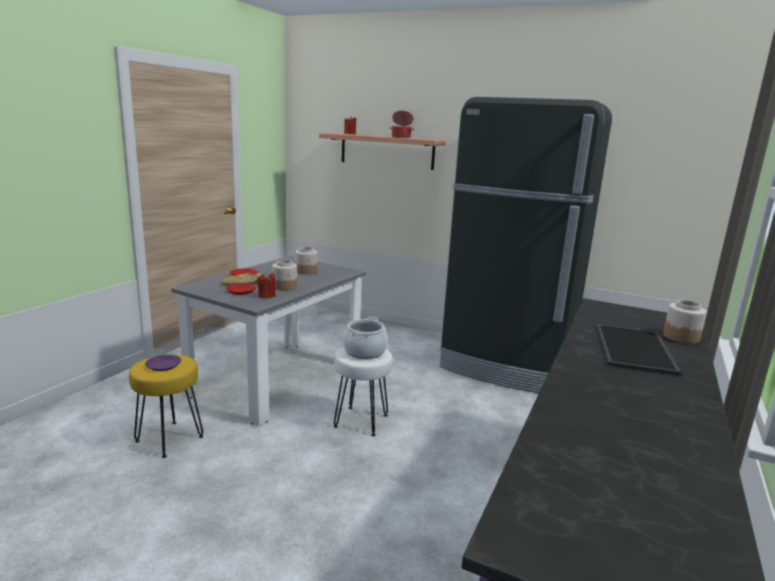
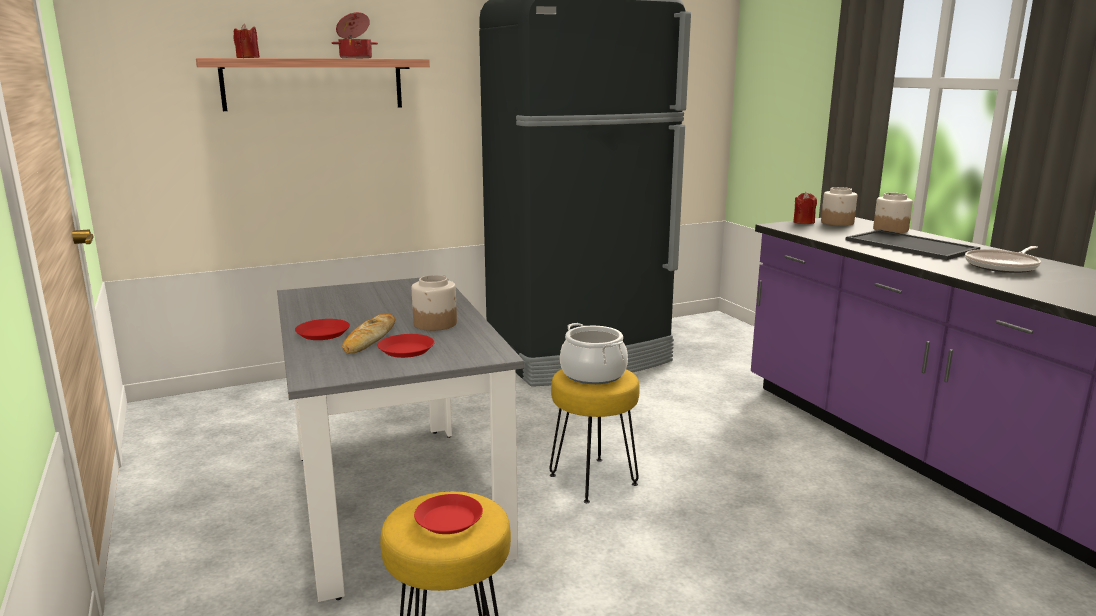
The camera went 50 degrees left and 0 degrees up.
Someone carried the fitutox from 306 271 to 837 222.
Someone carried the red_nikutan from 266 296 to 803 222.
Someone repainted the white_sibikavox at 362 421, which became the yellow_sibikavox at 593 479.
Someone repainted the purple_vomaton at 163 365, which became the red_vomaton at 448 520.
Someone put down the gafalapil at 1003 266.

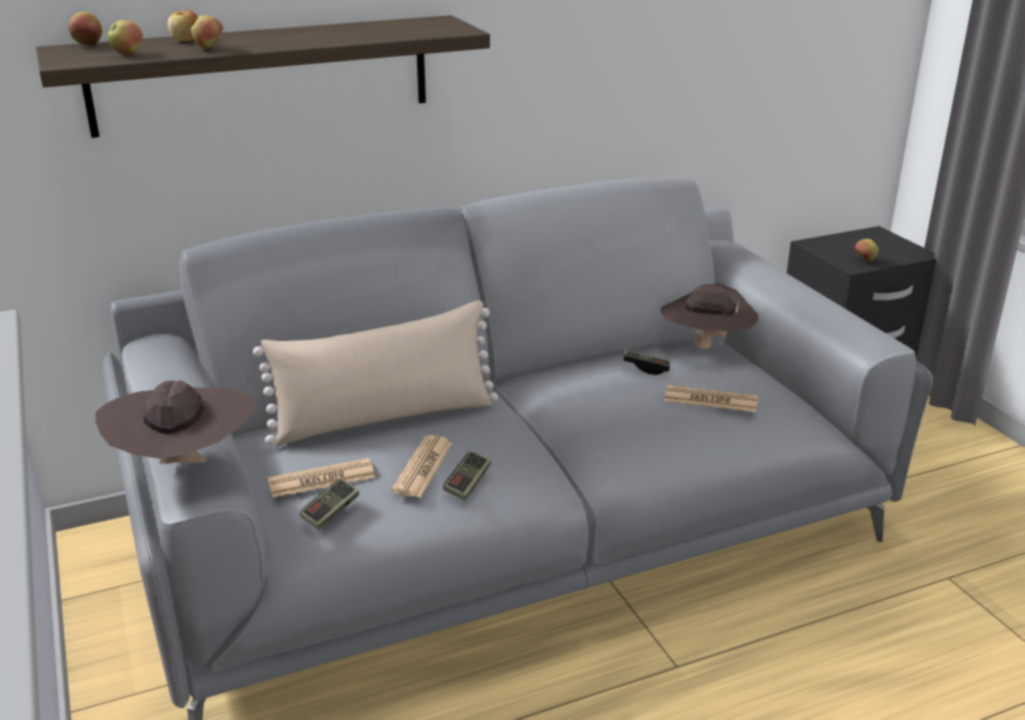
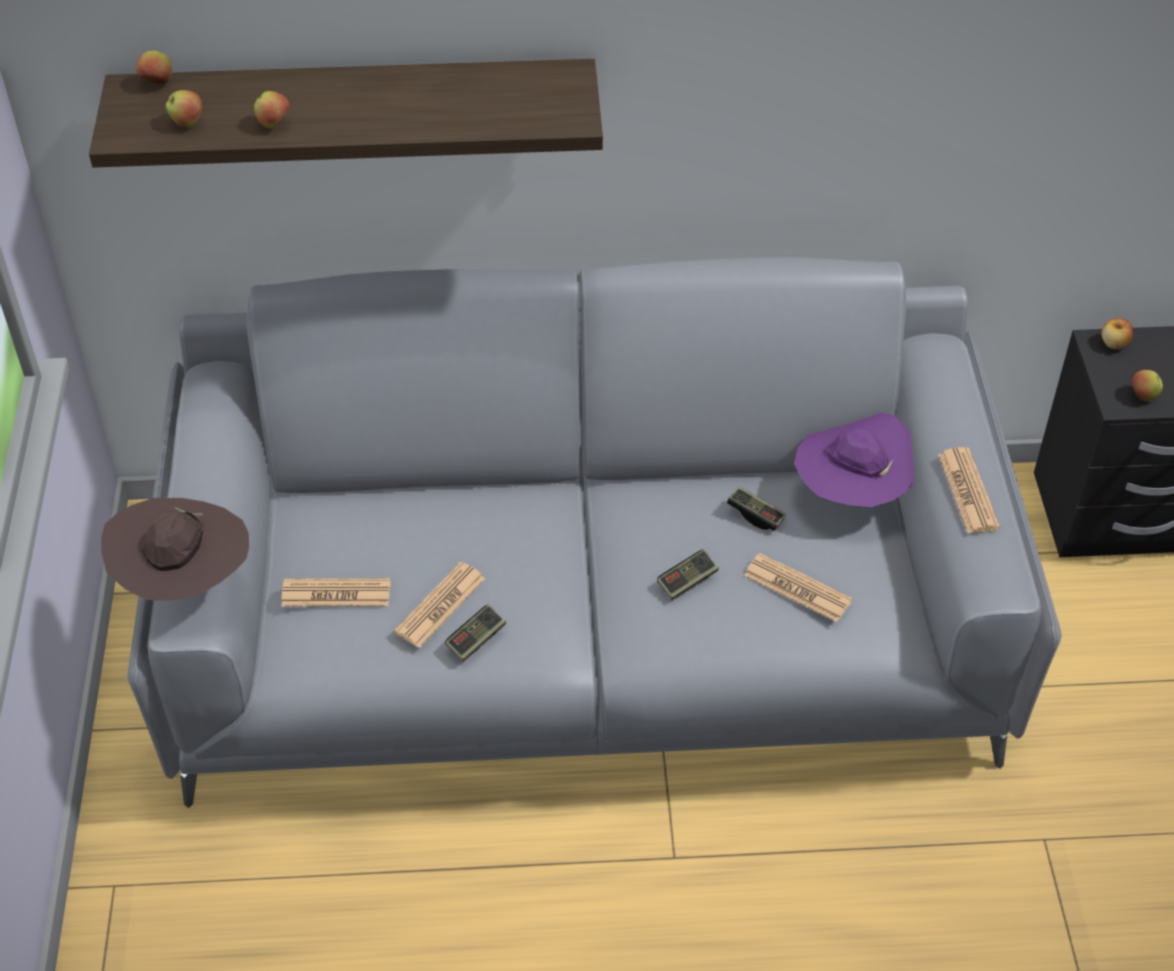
The camera went 20 degrees right and 20 degrees up.
Someone carried the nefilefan from 186 40 to 1114 344.
Someone repainted the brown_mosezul at 705 347, which became the purple_mosezul at 851 493.
Someone took away the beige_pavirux at 384 418.
Someone carried the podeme from 331 512 to 687 581.
Someone put down the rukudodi at 968 491.

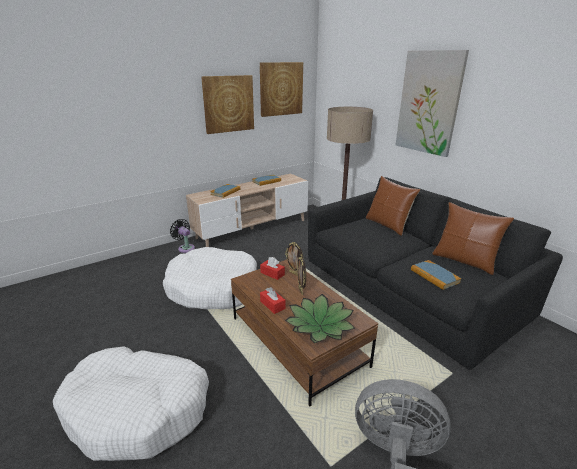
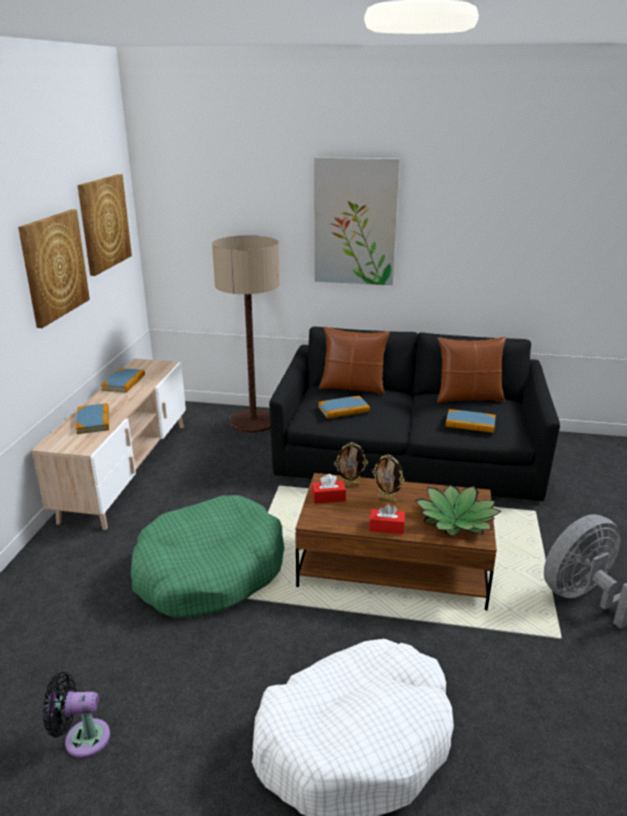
The camera went 45 degrees left and 0 degrees up.
Someone carried the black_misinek from 185 248 to 82 738.
Someone repainted the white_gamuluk at 213 288, which became the green_gamuluk at 209 571.
Someone put down the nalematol at 343 409.

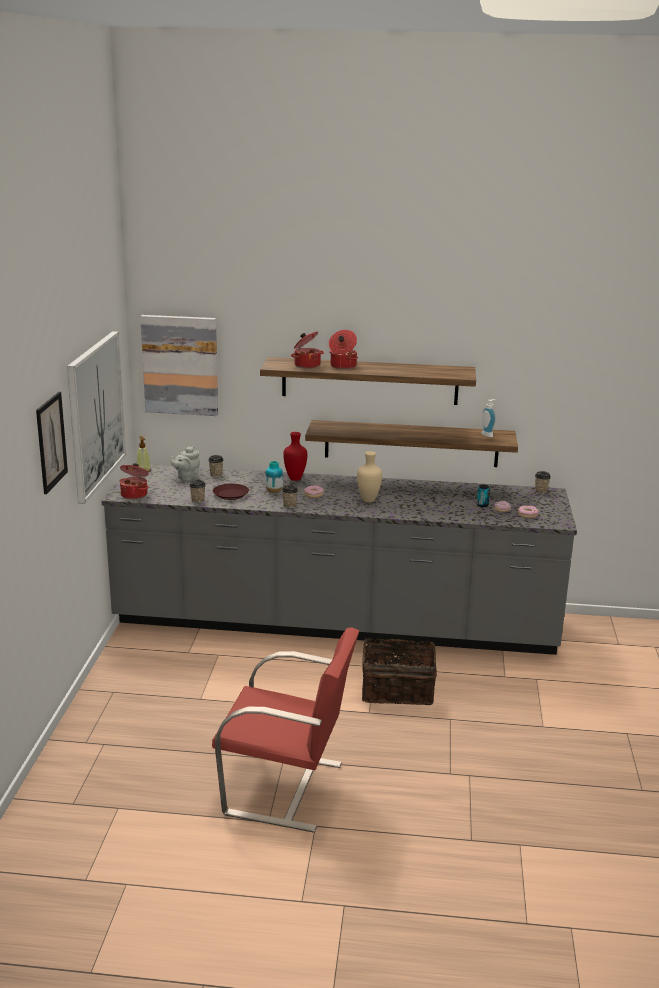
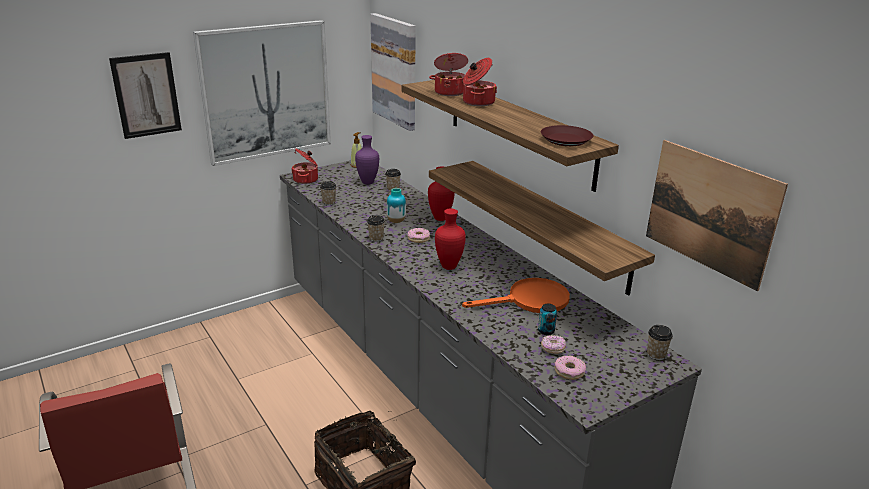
The camera went 50 degrees right and 5 degrees up.
Someone took away the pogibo at 488 435.
Someone swapped the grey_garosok at 186 478 for the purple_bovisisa at 368 182.
Someone repainted the beige_bovisisa at 367 500, which became the red_bovisisa at 448 266.
Someone carried the brown_vomaton from 230 495 to 565 140.
Someone put up the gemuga at 710 212.
Someone put down the orange_gafalapil at 530 301.

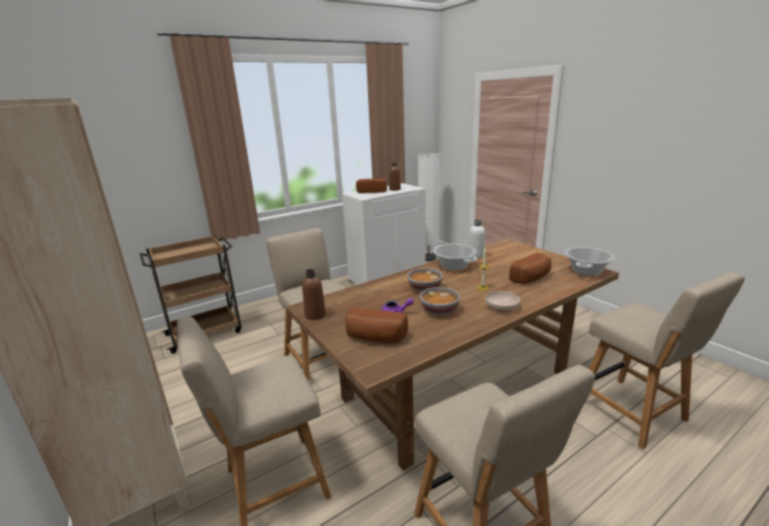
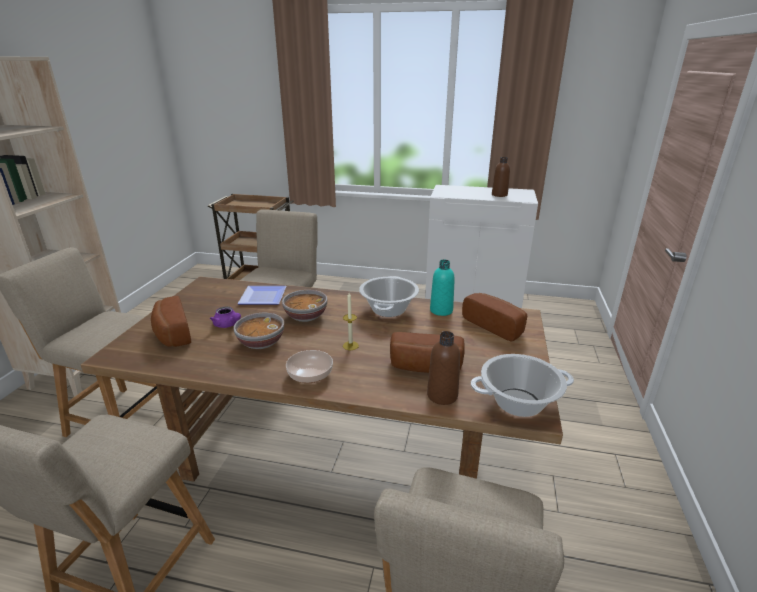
The camera went 45 degrees right and 5 degrees up.
Someone took away the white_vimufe at 428 258.
Someone carried the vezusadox from 372 191 to 495 325.
Someone repainted the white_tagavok at 476 256, which became the turquoise_tagavok at 441 310.
Someone carried the brown_tagavok from 315 315 to 442 395.
Someone put down the vomaton at 265 296.

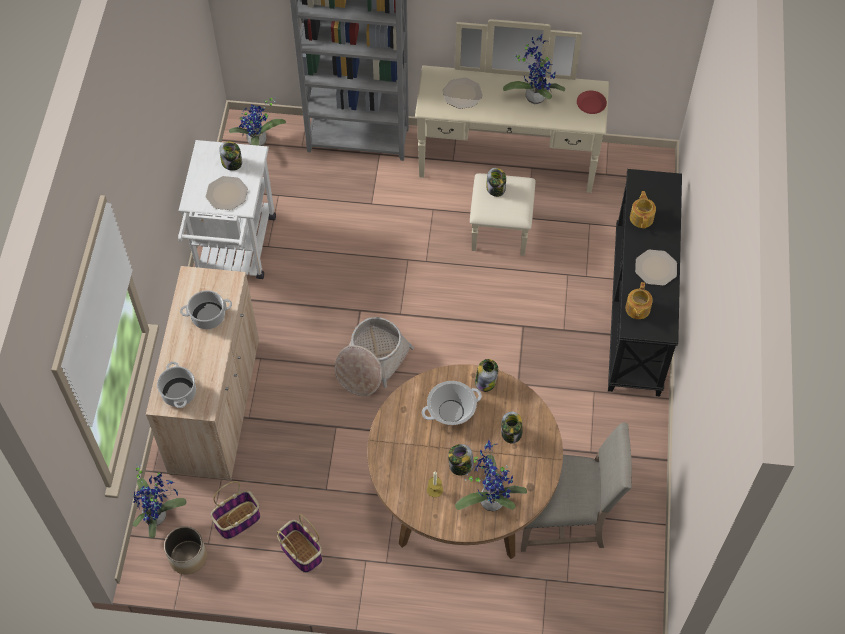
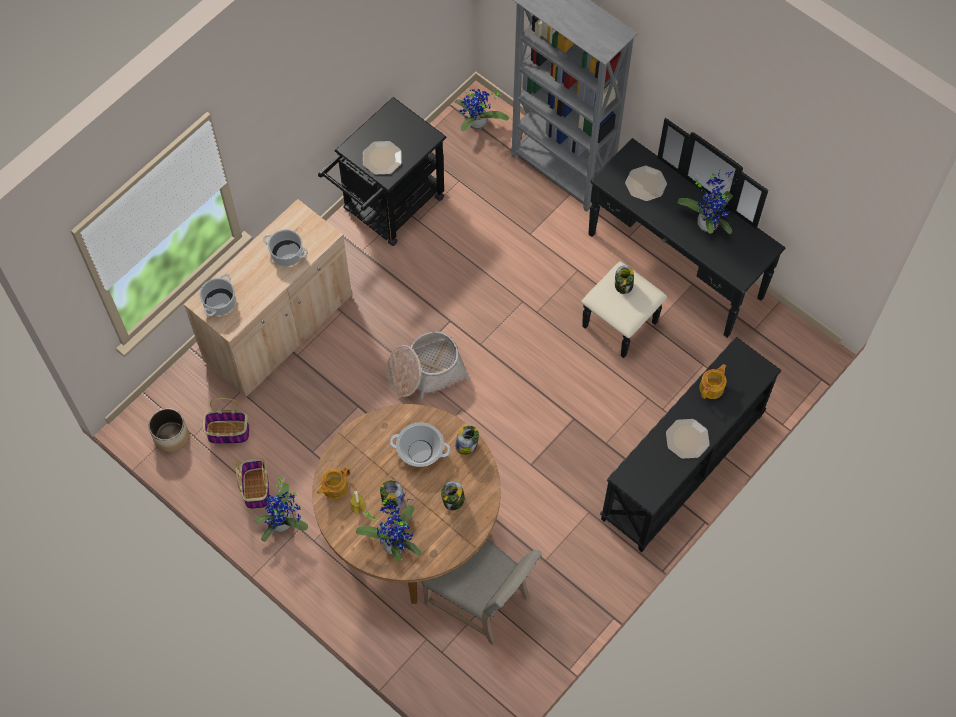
The camera went 35 degrees right and 5 degrees up.
Someone repainted the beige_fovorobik at 506 177, which became the black_fovorobik at 663 279.
Someone took away the red_vomaton at 591 104.
Someone repainted the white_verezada at 234 252, which became the black_verezada at 388 209.
Someone took away the fitutox at 232 163.
Someone carried the garosok from 637 309 to 334 487.
Someone carried the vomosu from 158 515 to 284 523.

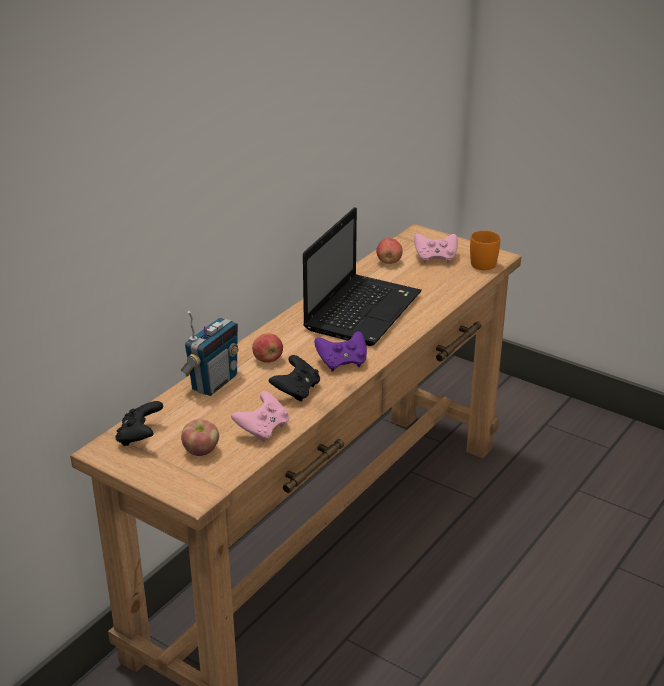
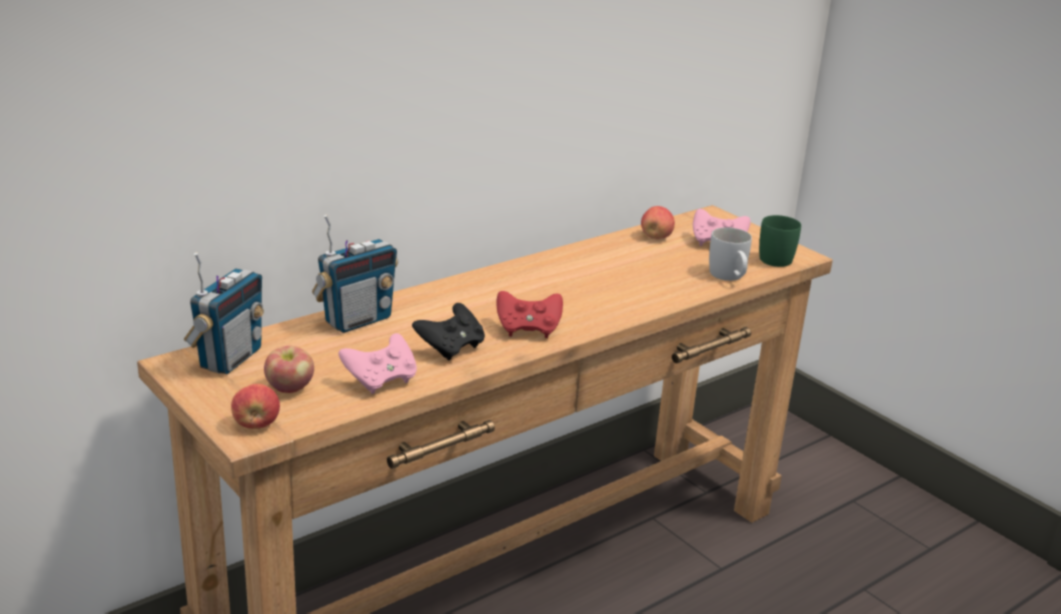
The camera went 15 degrees right and 5 degrees down.
Someone took away the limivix at 363 310.
Someone repainted the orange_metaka at 484 262, which became the green_metaka at 778 258.
Someone repainted the purple_podeme at 342 363, which became the red_podeme at 528 330.
Someone carried the nefilefan from 268 359 to 256 424.
Someone swapped the black_podeme at 140 437 for the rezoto at 230 358.
Someone put down the white_metaka at 729 277.

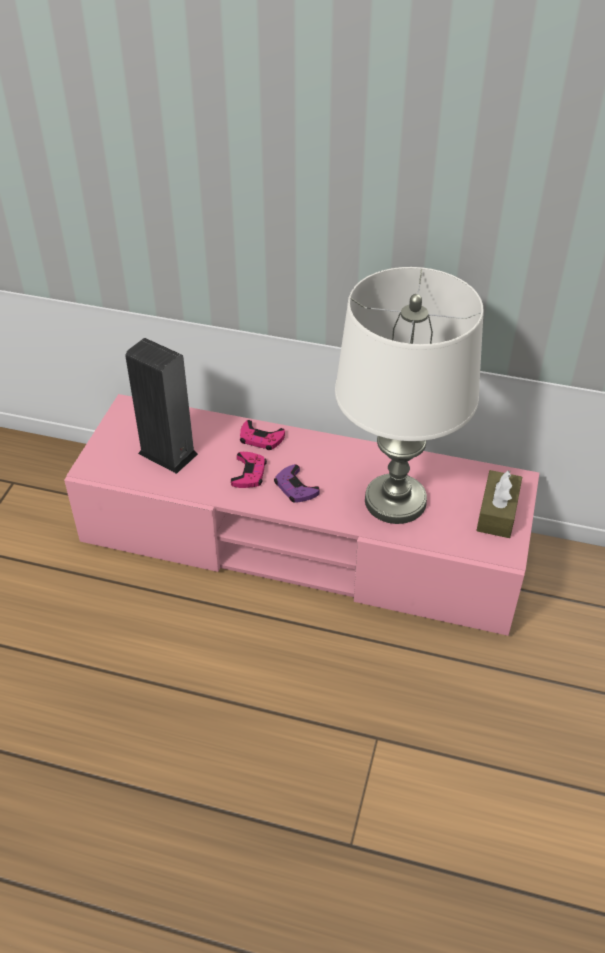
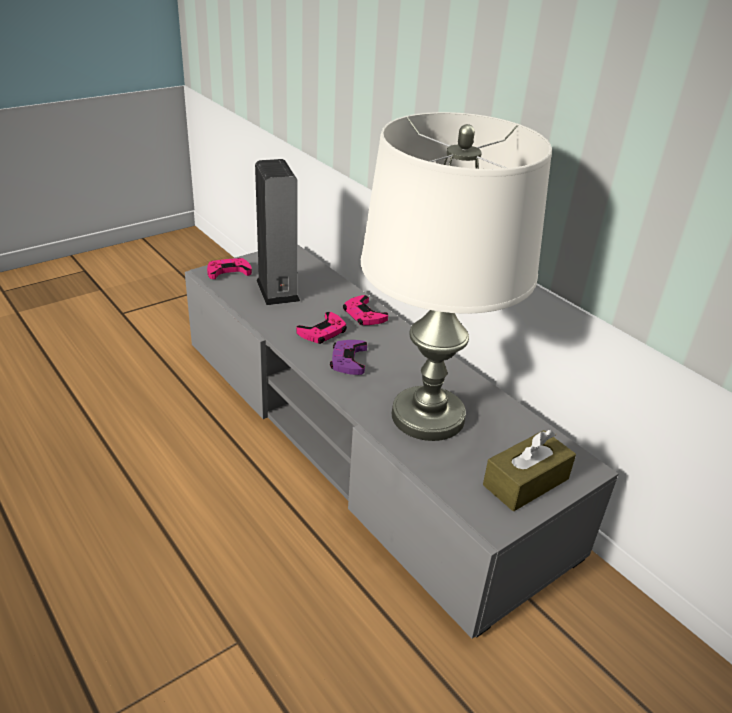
The camera went 35 degrees right and 10 degrees down.
Someone repainted the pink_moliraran at 302 542, which became the grey_moliraran at 360 439.
Someone put down the pink_podeme at 228 271.

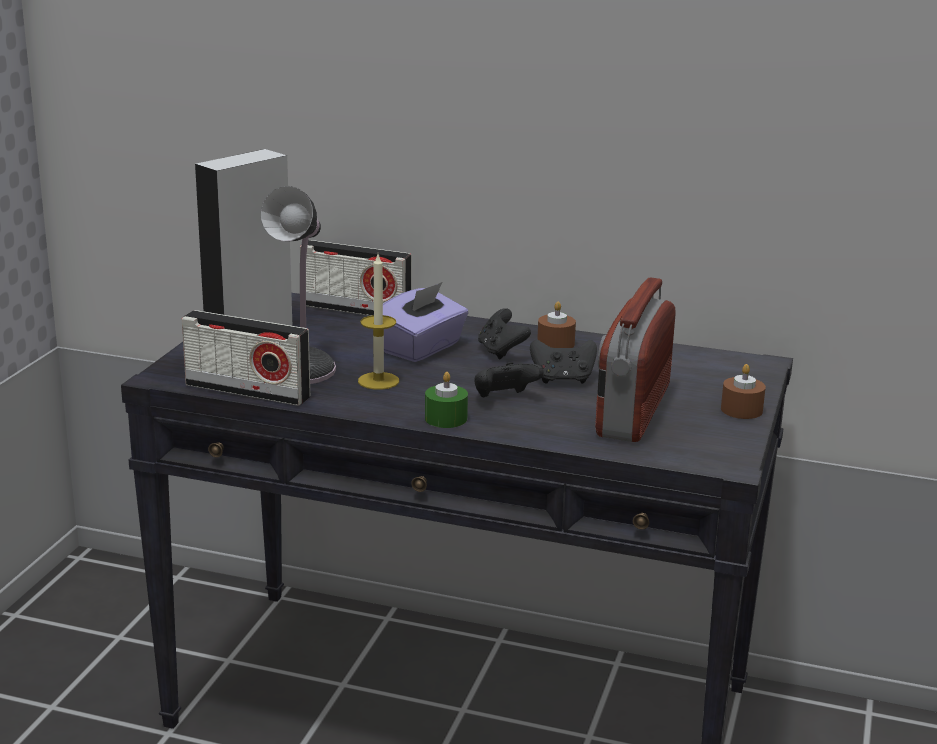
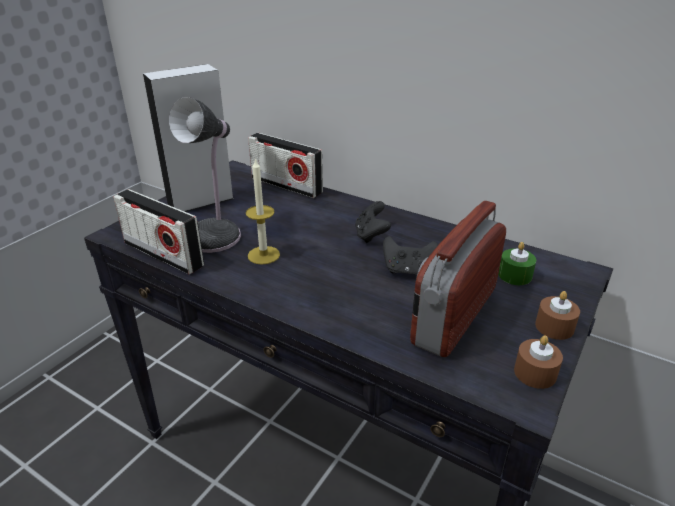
The camera went 15 degrees right and 10 degrees up.
Someone took away the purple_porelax at 422 348.
Someone carried the brown_nikutan from 555 343 to 535 373.
Someone took away the black_podeme at 504 398.
Someone carried the green_nikutan from 446 418 to 515 275.

